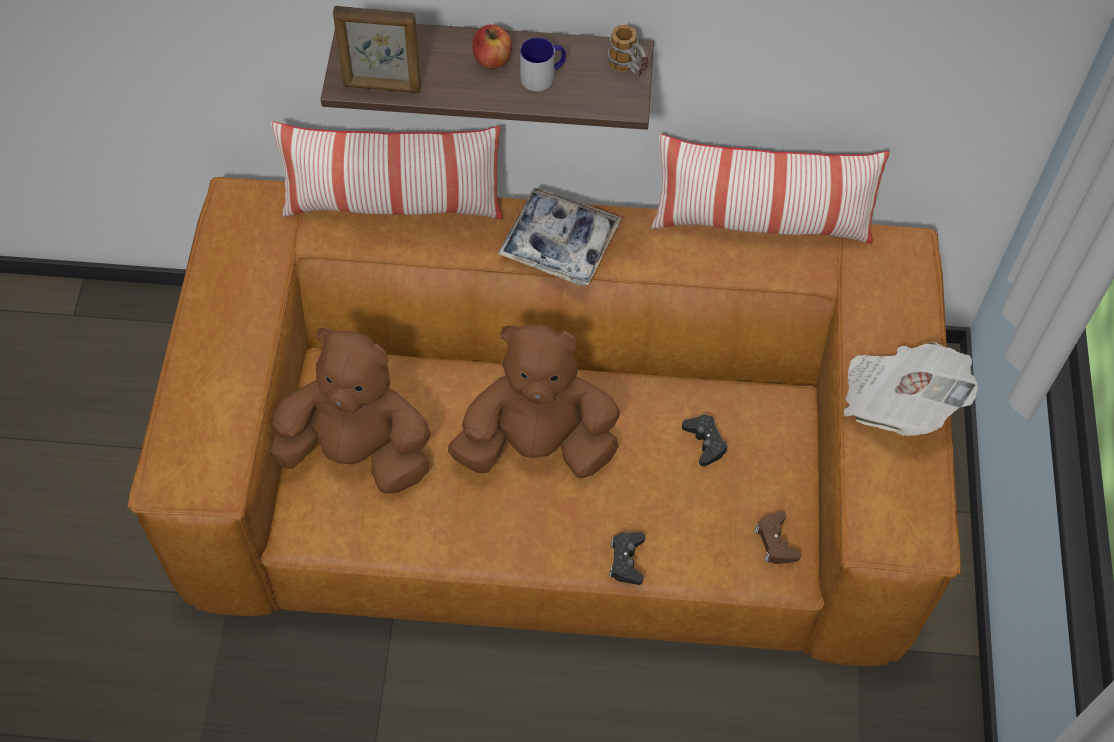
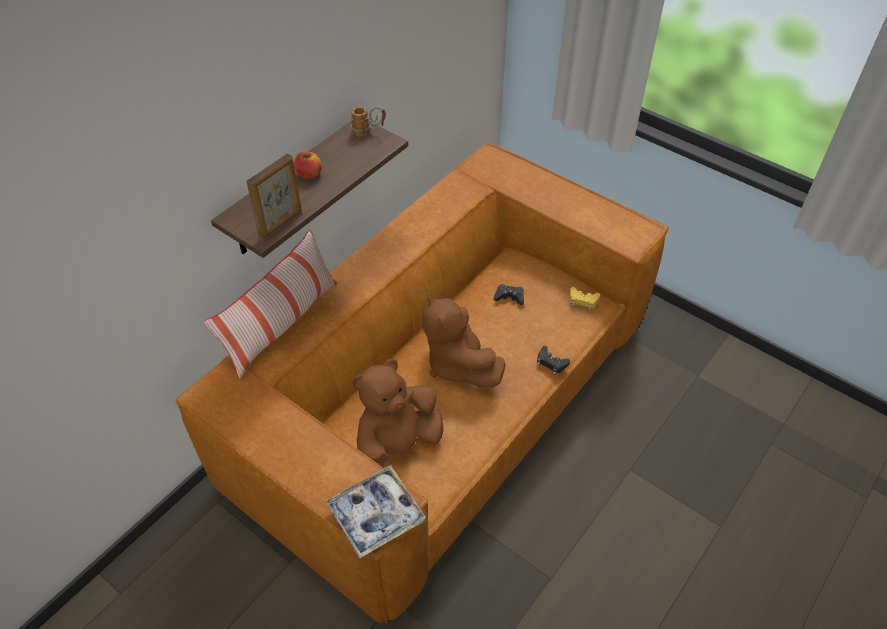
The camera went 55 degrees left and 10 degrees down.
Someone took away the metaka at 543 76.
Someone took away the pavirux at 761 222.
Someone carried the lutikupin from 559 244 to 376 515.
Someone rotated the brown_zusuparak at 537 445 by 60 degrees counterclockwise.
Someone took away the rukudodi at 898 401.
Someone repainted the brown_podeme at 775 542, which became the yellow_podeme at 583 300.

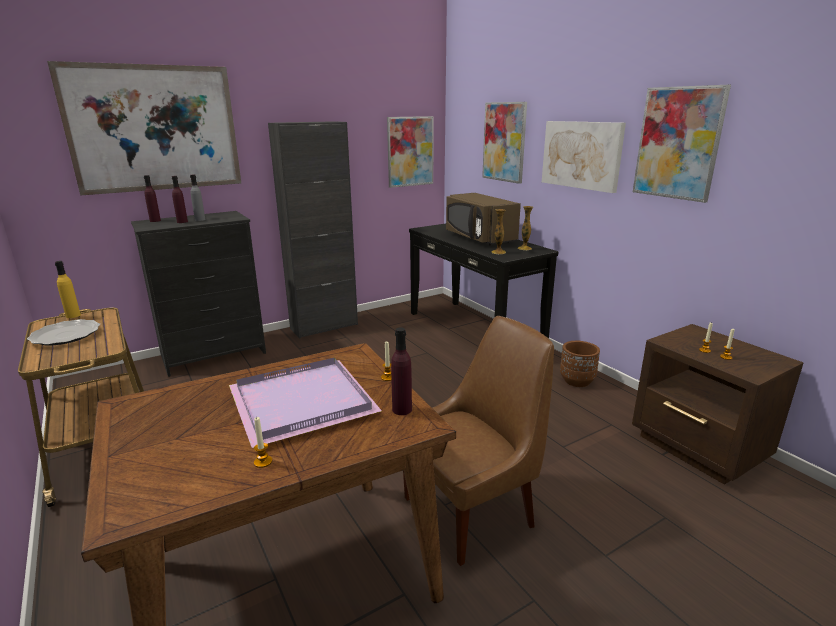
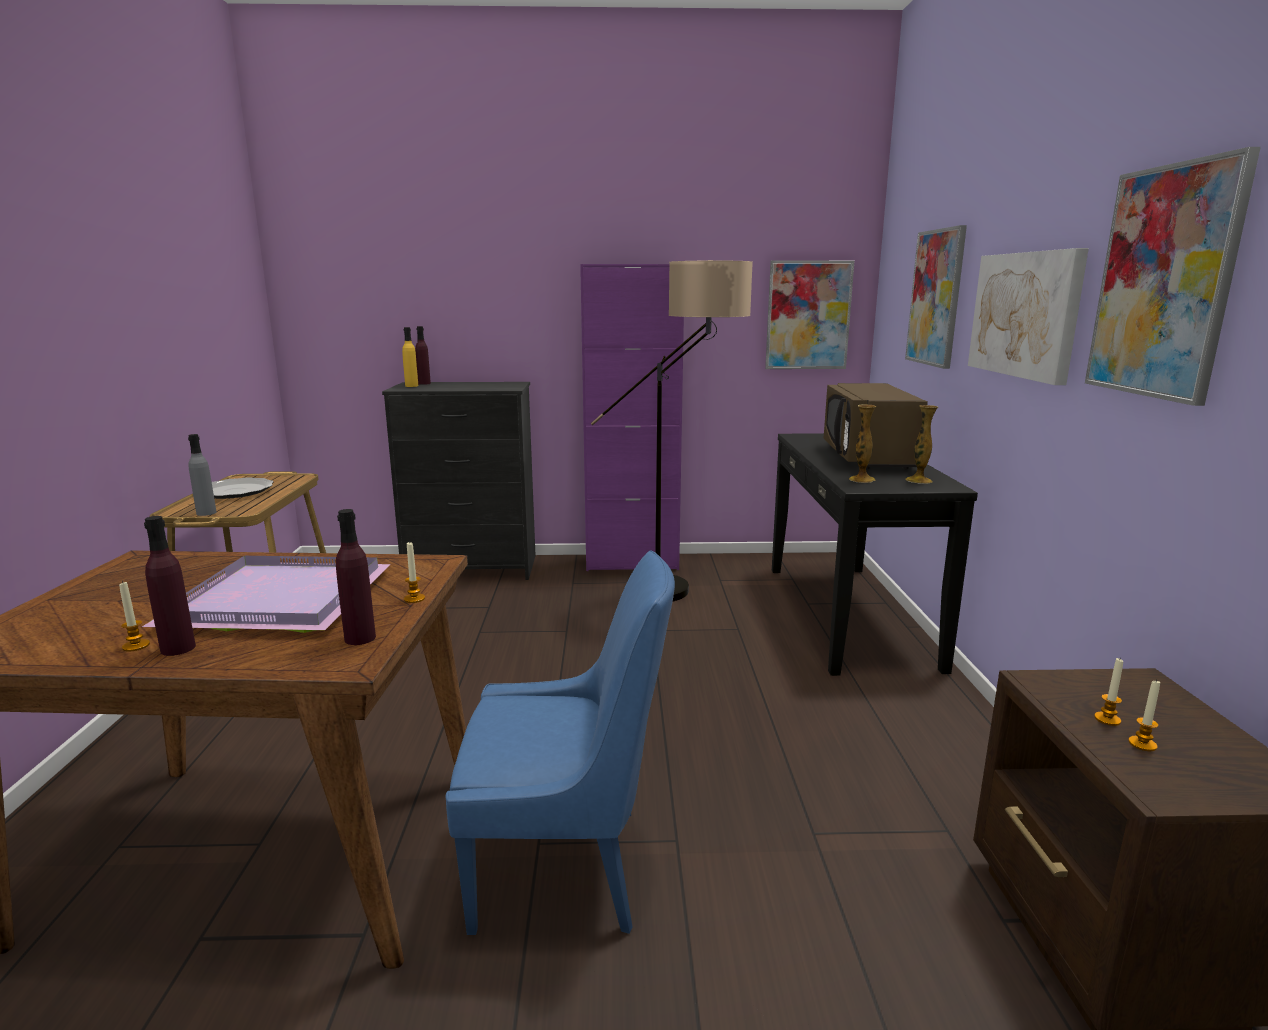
The camera went 30 degrees right and 5 degrees down.
Someone took away the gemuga at 155 129.
Someone repainted the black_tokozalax at 324 326, which became the purple_tokozalax at 632 563.
Someone carried the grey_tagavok from 200 220 to 206 513.
Someone carried the purple_tagavok from 182 222 to 178 648.
Someone carried the yellow_tagavok from 73 315 to 411 386.
Someone repainted the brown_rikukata at 472 510, which became the blue_rikukata at 566 867.
Someone took away the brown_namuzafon at 577 381.
Someone put down the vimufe at 681 594.

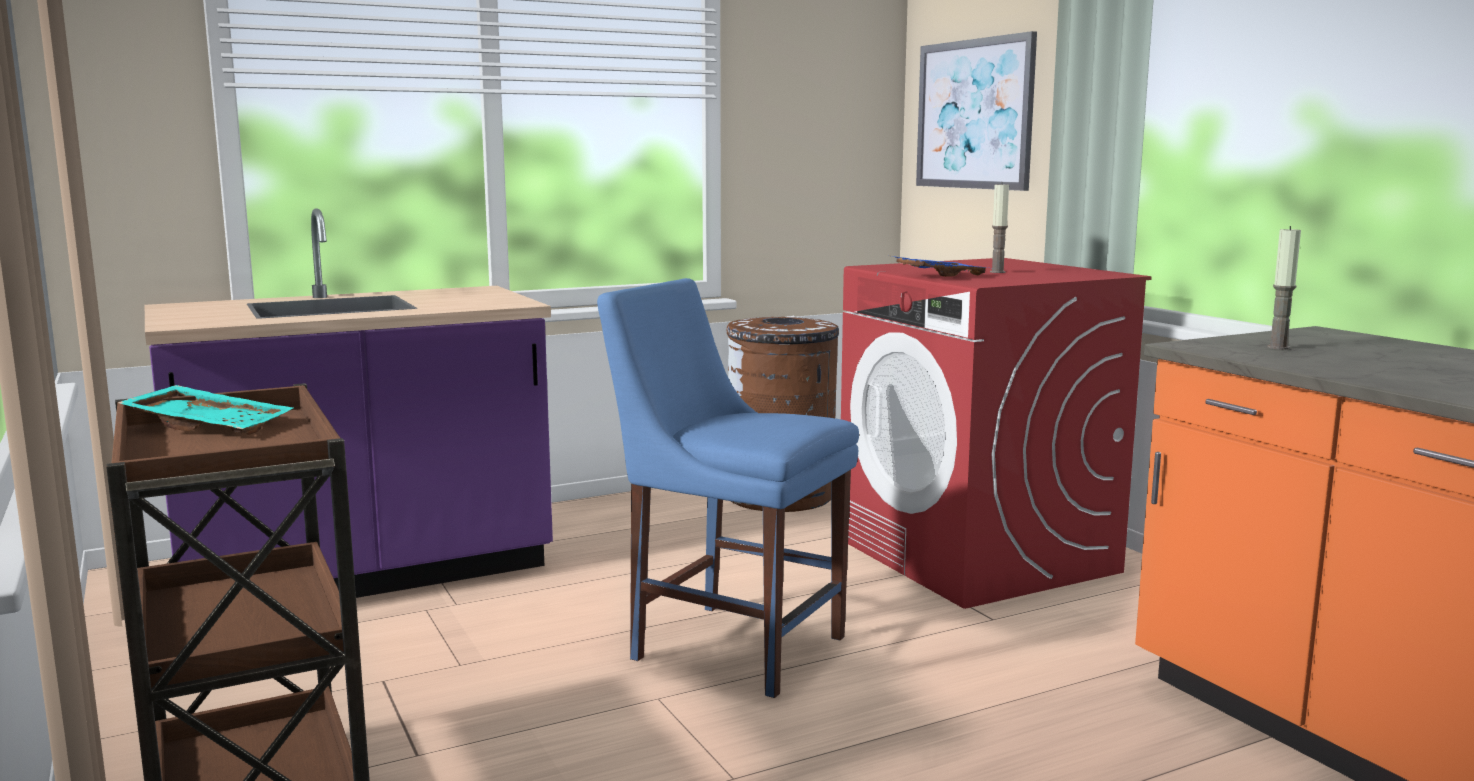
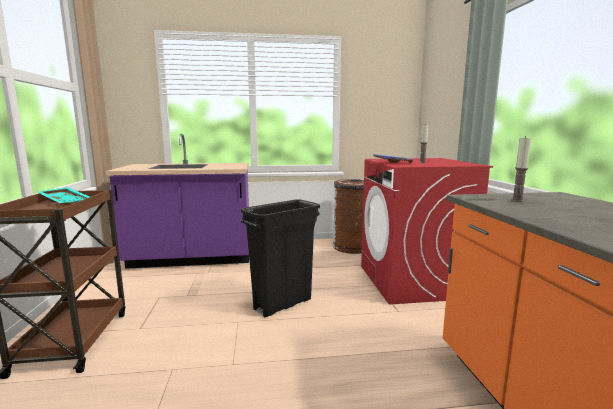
The camera went 20 degrees right and 0 degrees up.
Someone took away the gemuga at 974 114.
Someone swapped the blue_rikukata at 730 645 for the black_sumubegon at 283 304.

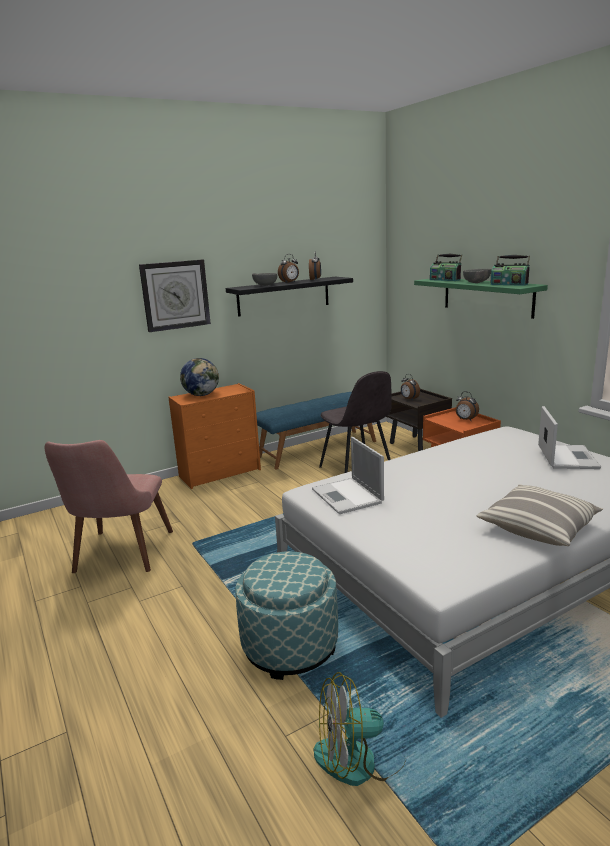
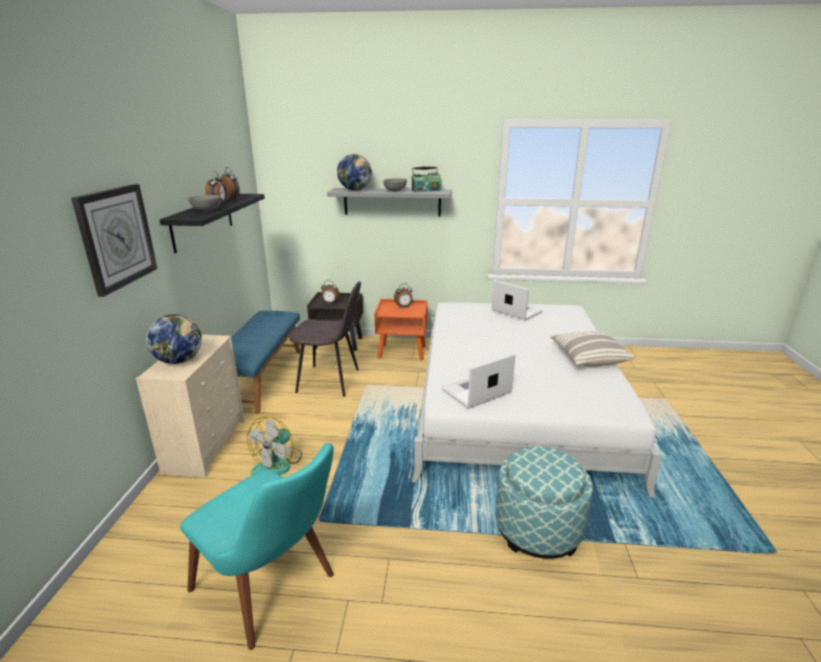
The camera went 55 degrees left and 5 degrees up.
Someone swapped the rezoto at 445 280 for the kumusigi at 355 190.
Someone repainted the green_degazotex at 487 296, which became the grey_degazotex at 392 202.
Someone repainted the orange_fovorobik at 221 473, which became the beige_fovorobik at 206 445.
Someone rotated the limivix at 348 496 by 135 degrees clockwise.
Someone repainted the pink_rikukata at 119 558, which became the turquoise_rikukata at 275 590.
Someone carried the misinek from 359 759 to 278 463.

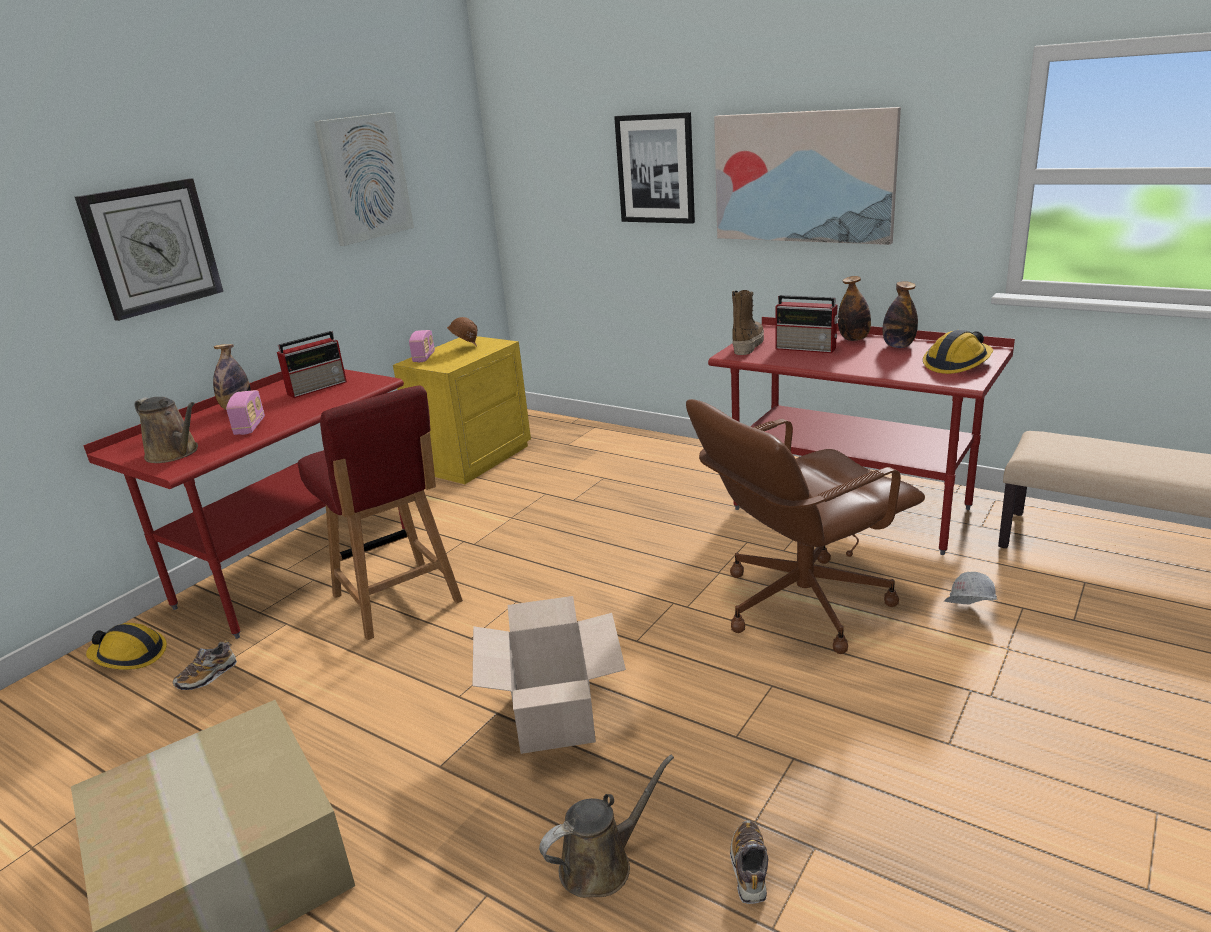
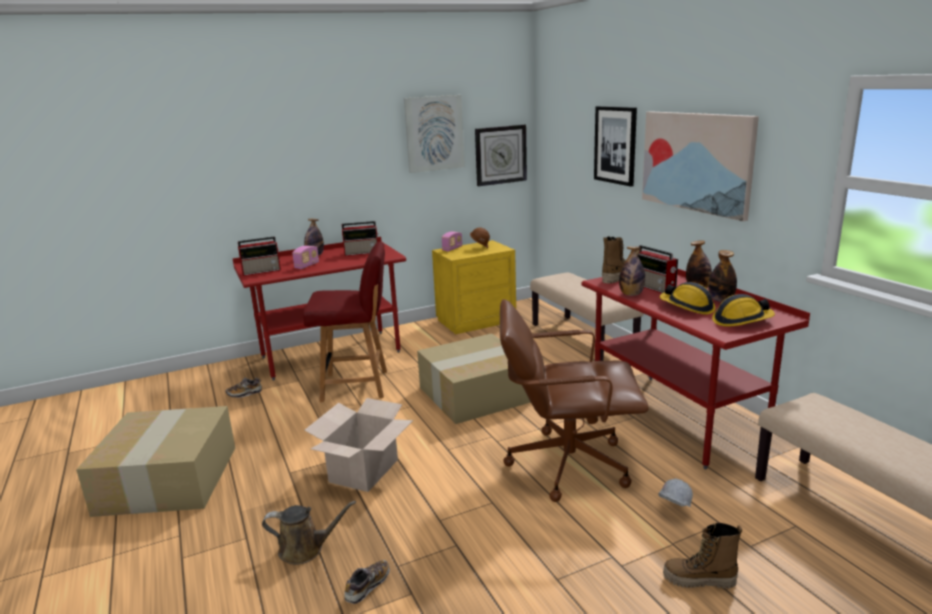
The camera went 30 degrees right and 5 degrees down.
Someone carried the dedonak from 152 247 to 500 155.
Someone rotated the red_rikukata at 397 600 by 90 degrees counterclockwise.
Someone swapped the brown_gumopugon at 175 453 for the rezoto at 262 271.
Someone carried the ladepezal from 129 656 to 687 307.
Someone put down the tagavok at 631 294.
Someone put down the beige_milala at 583 339.
Someone put down the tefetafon at 475 395.
Someone put down the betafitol at 699 580.

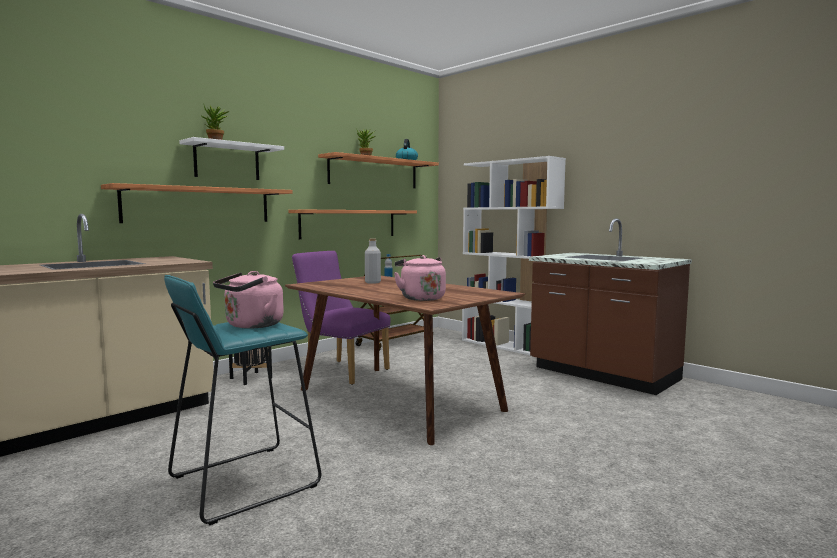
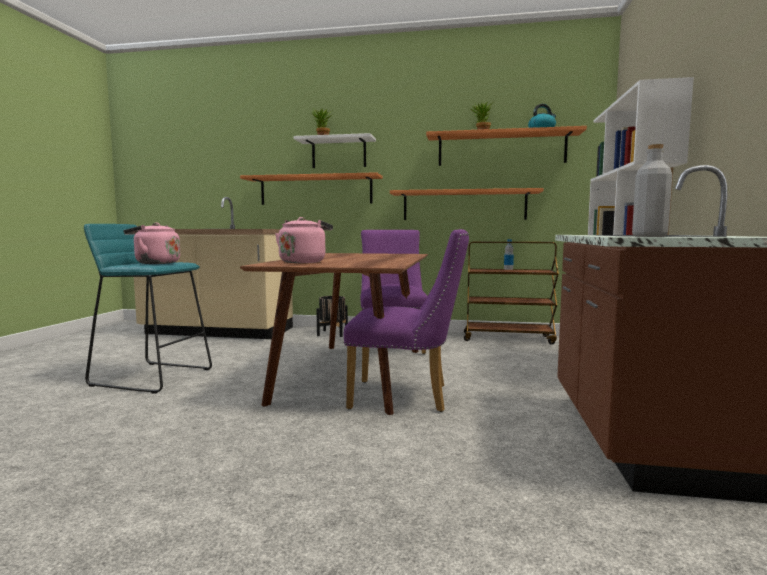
The camera went 55 degrees right and 0 degrees up.
Someone carried the grey_tagavok from 372 282 to 649 236.
Someone put down the purple_rikukata at 407 397.

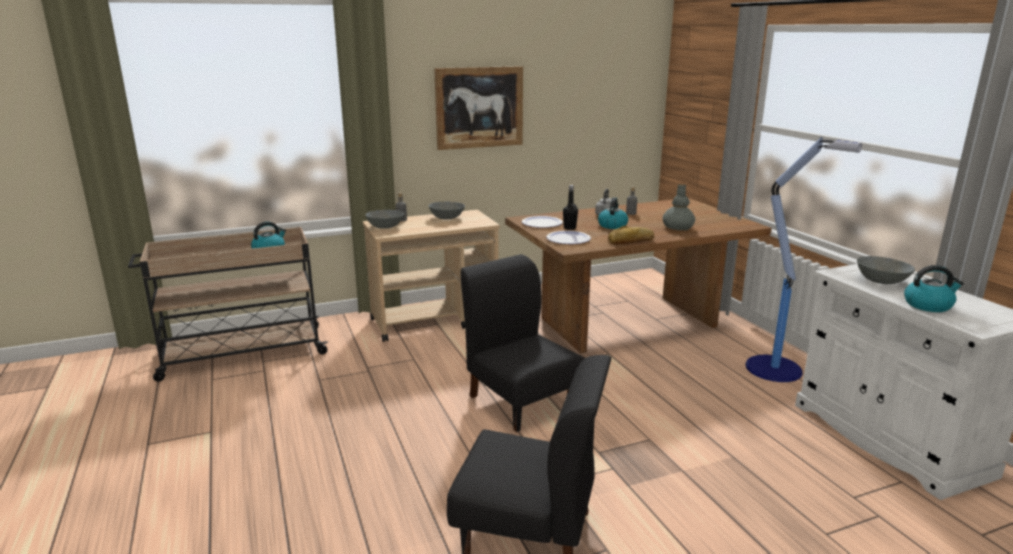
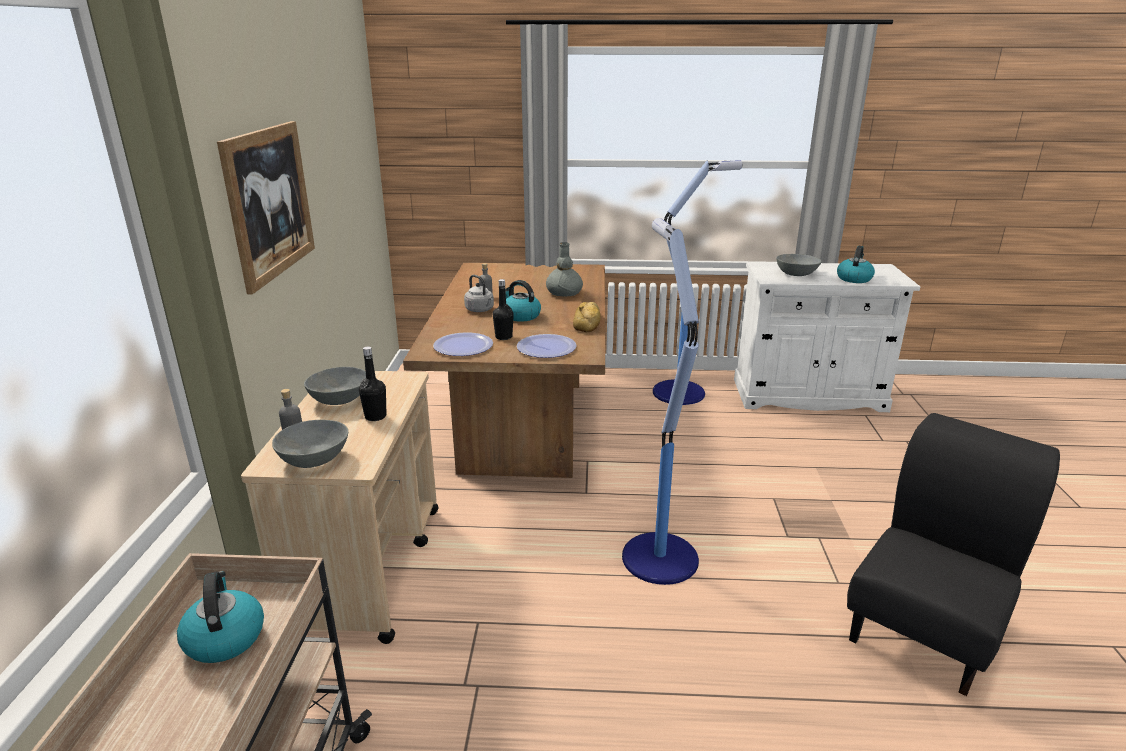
The camera went 65 degrees left and 5 degrees up.
Someone swapped the black_rikukata at 520 401 for the vimufe at 658 556.
Someone put down the black_tagavok at 375 416.

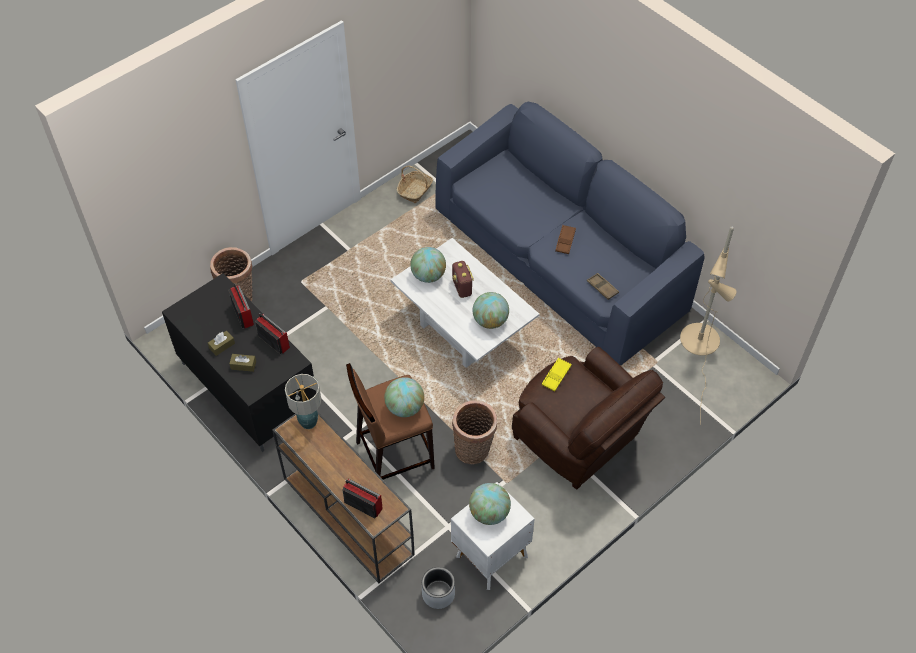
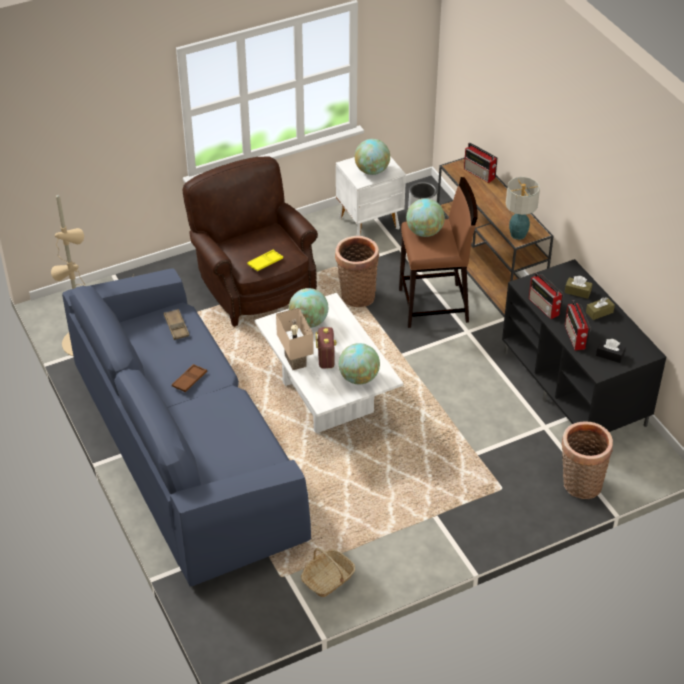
The camera went 165 degrees left and 10 degrees down.
Someone put down the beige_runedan at 294 361.
Someone put down the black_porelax at 610 355.

